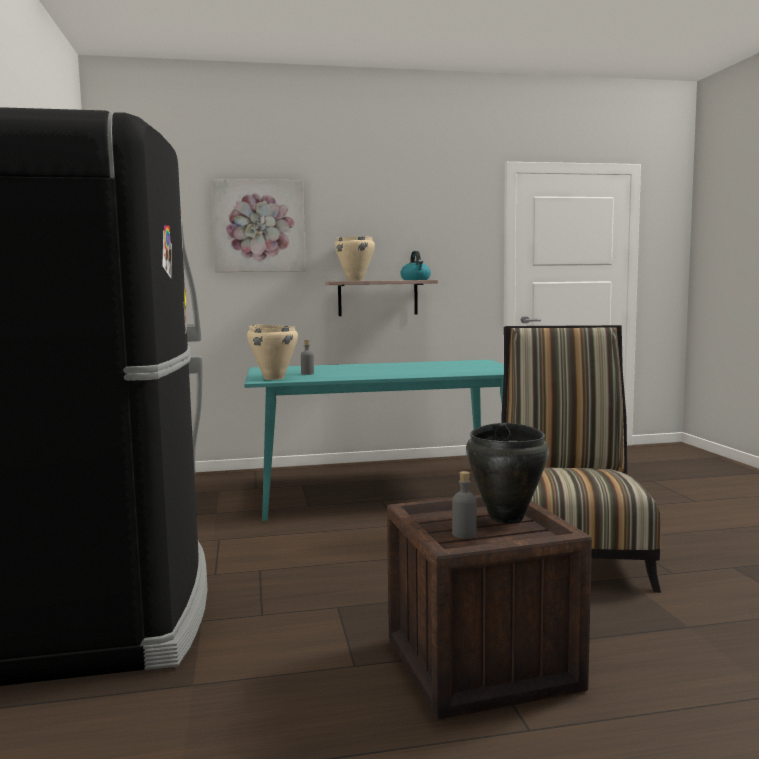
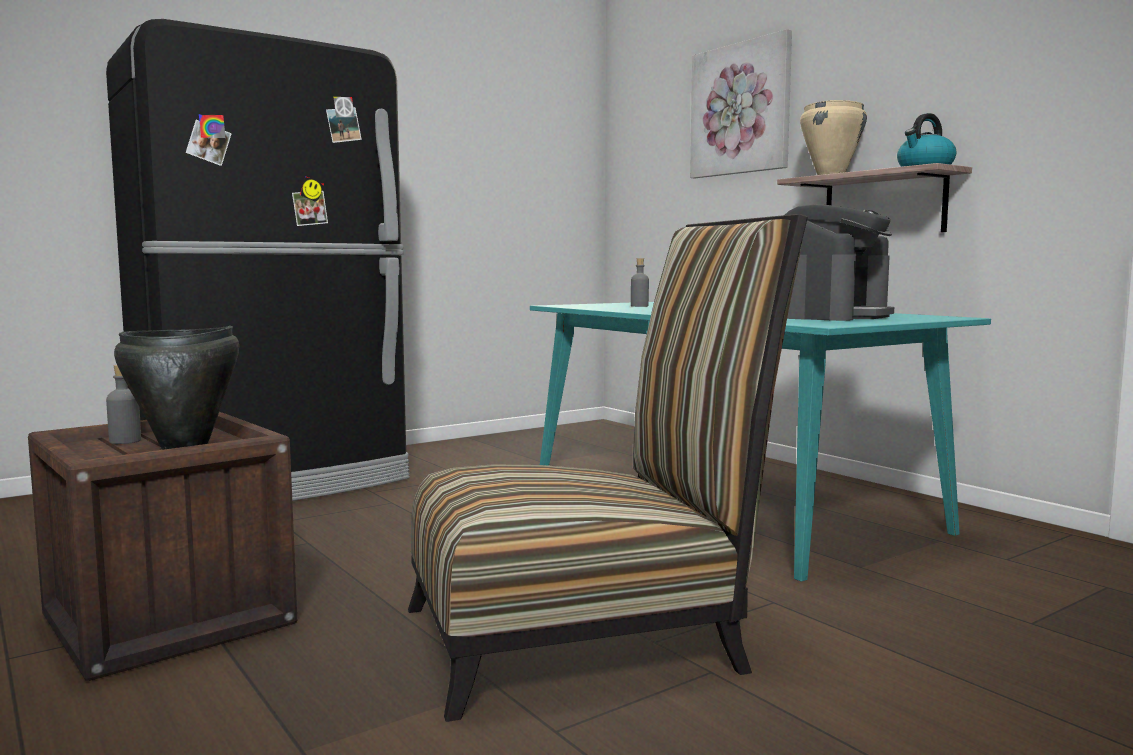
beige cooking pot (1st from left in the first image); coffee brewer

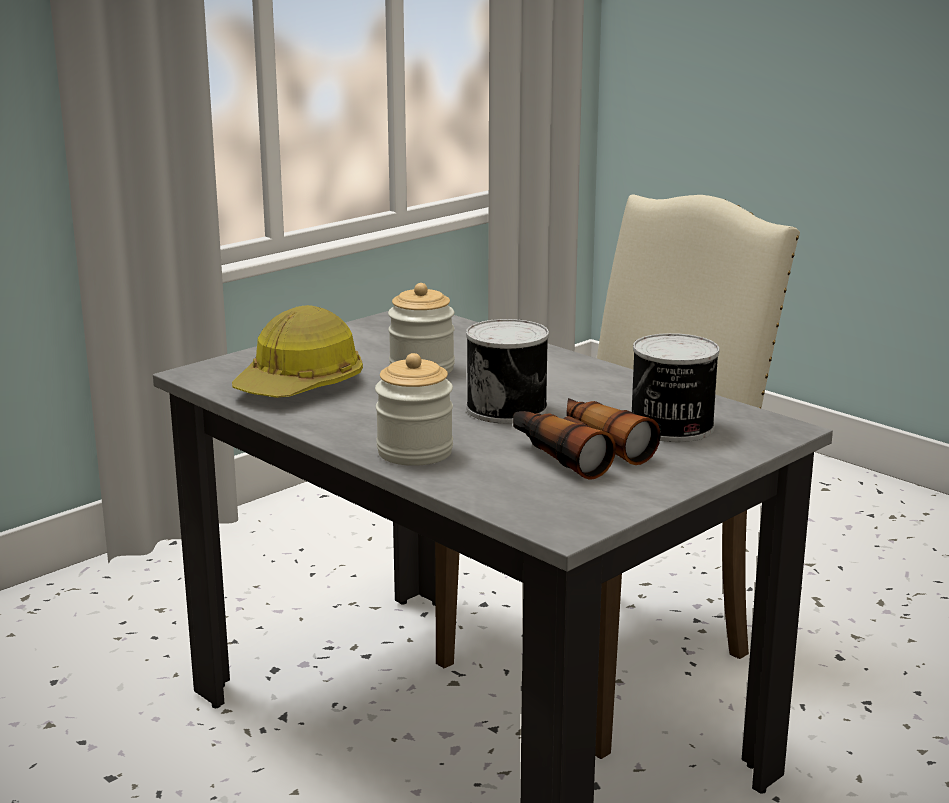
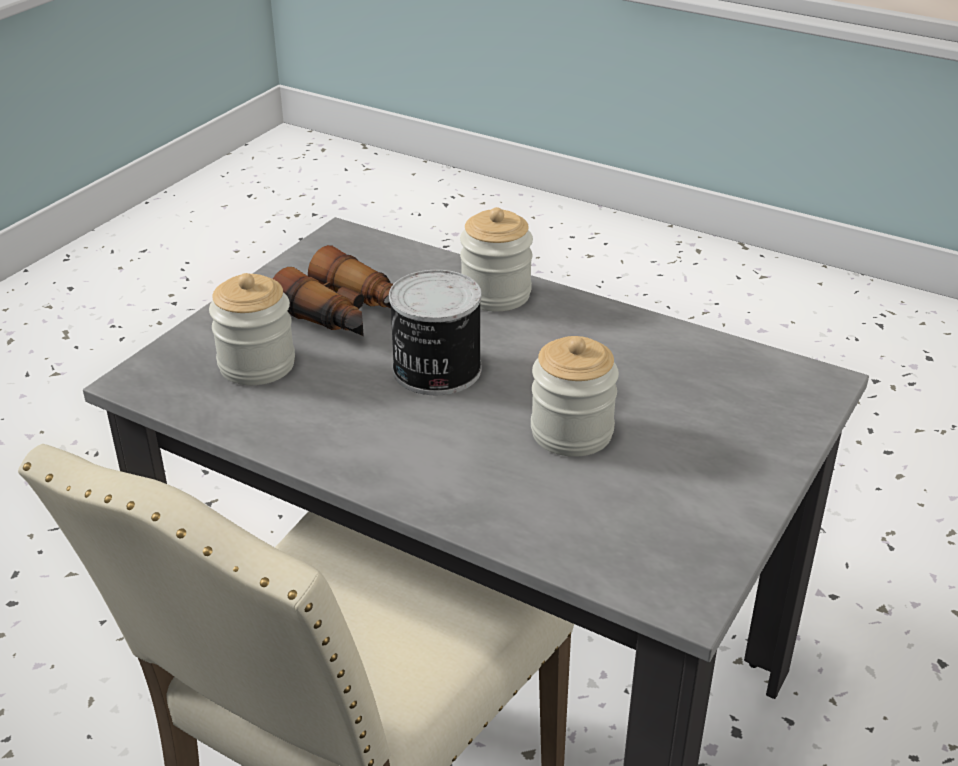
safety helmet; jar (1st from left)

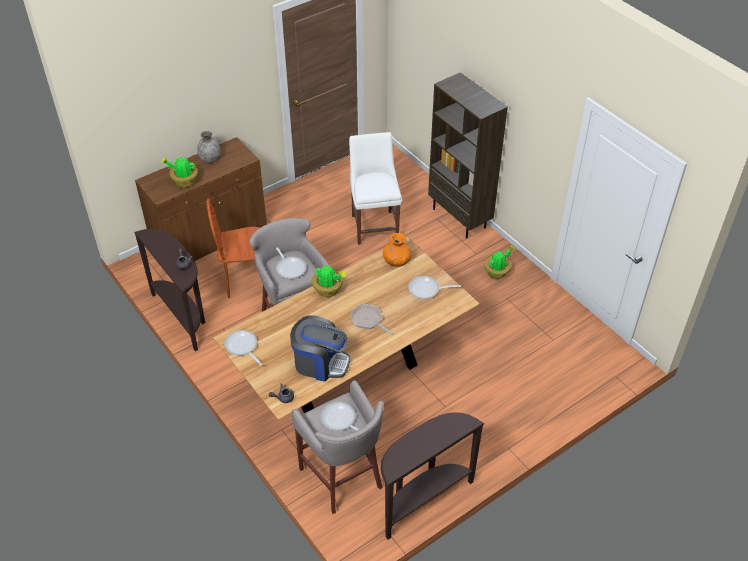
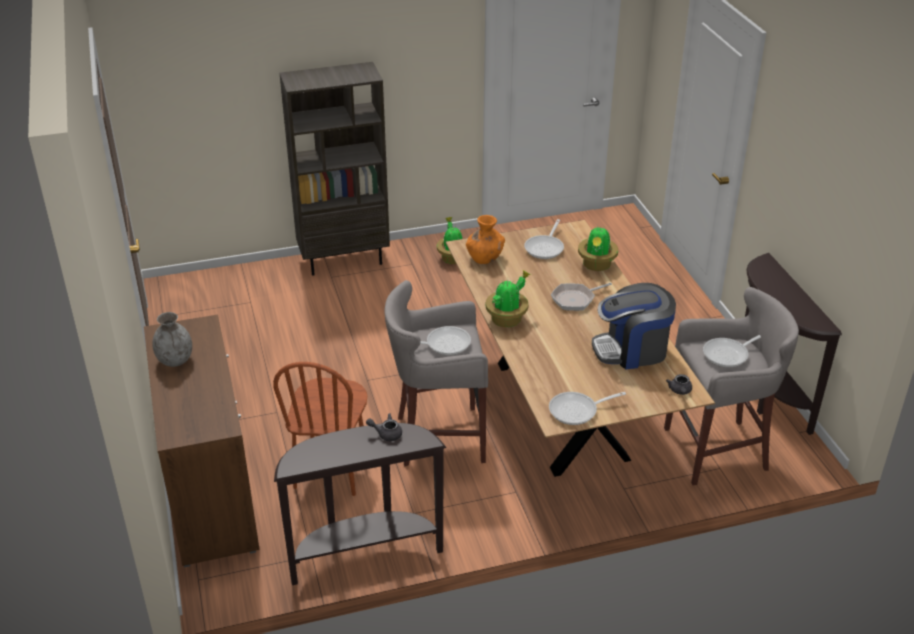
white plain chair; plant in a pot (3rd from left); coffee brewer

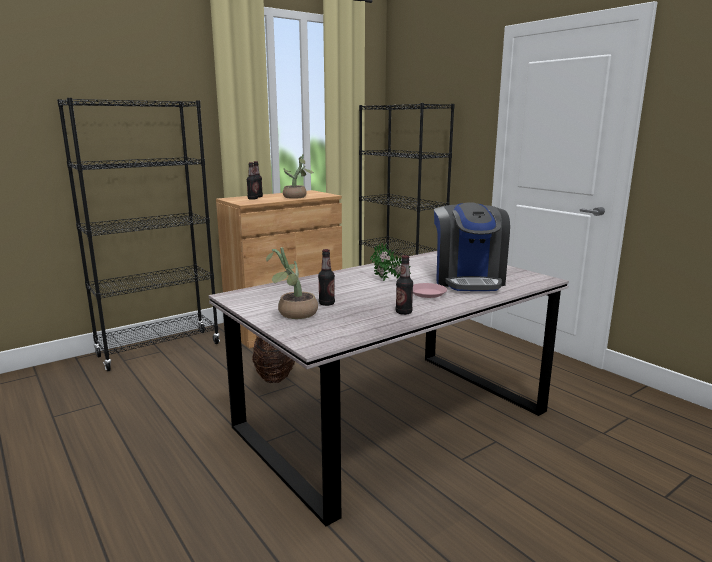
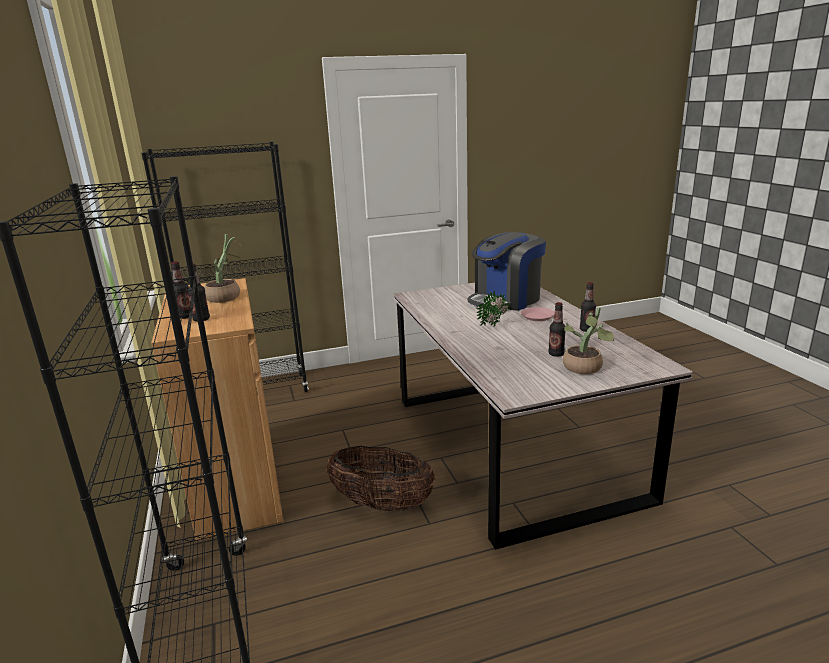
coffee brewer

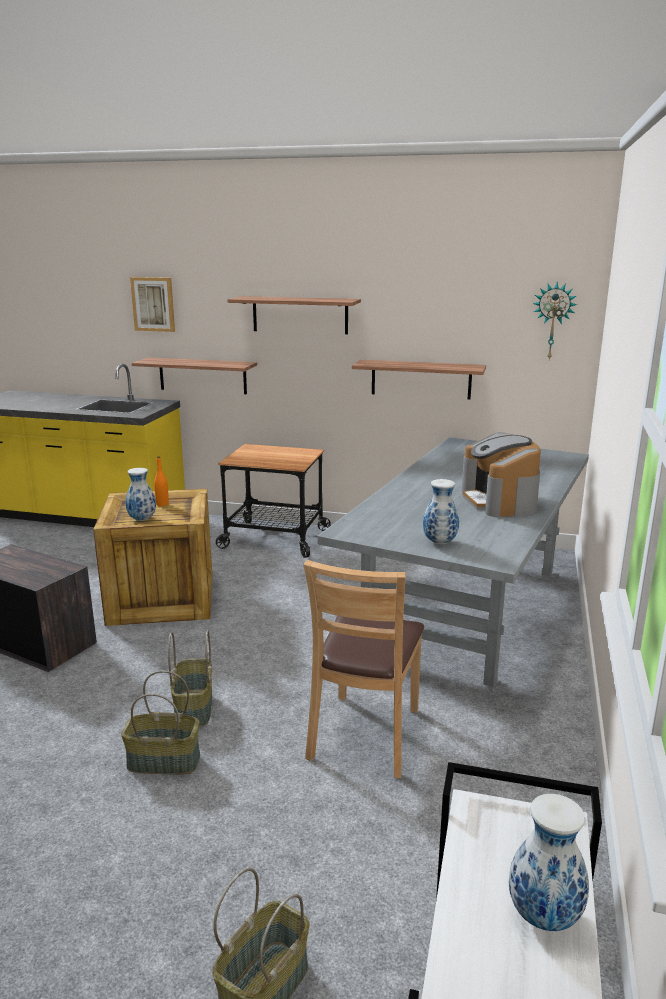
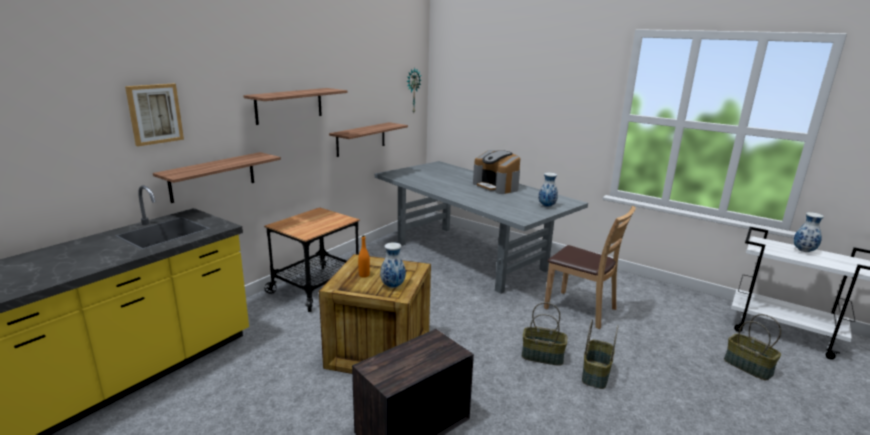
coffee brewer

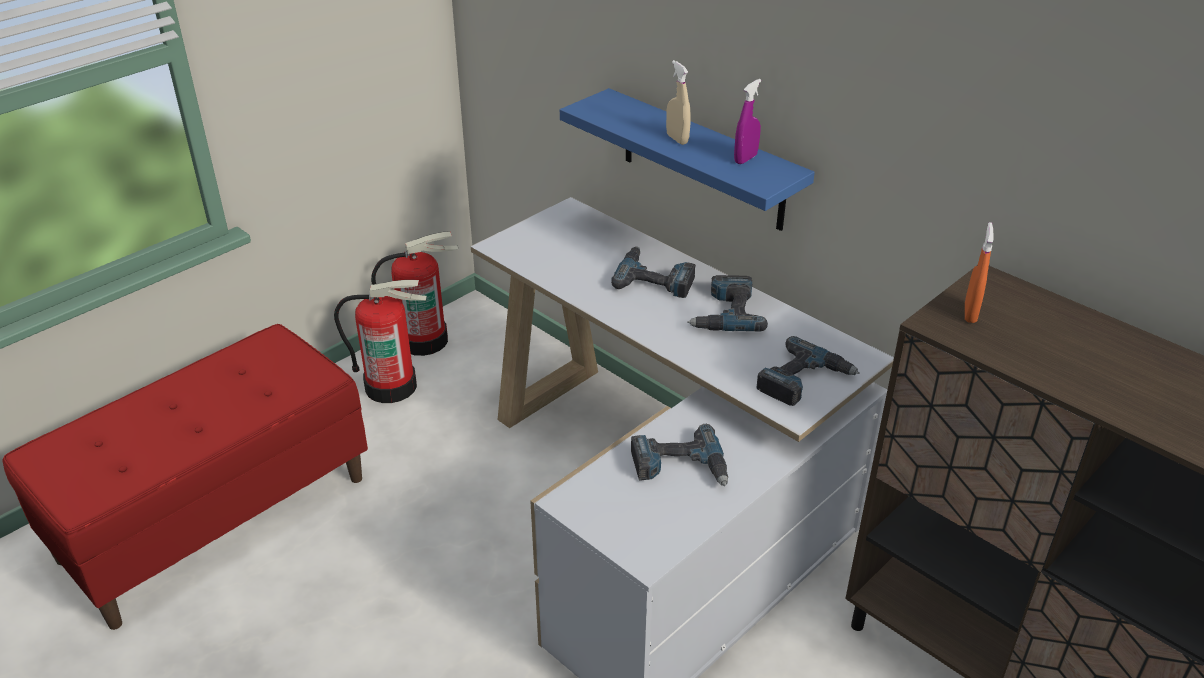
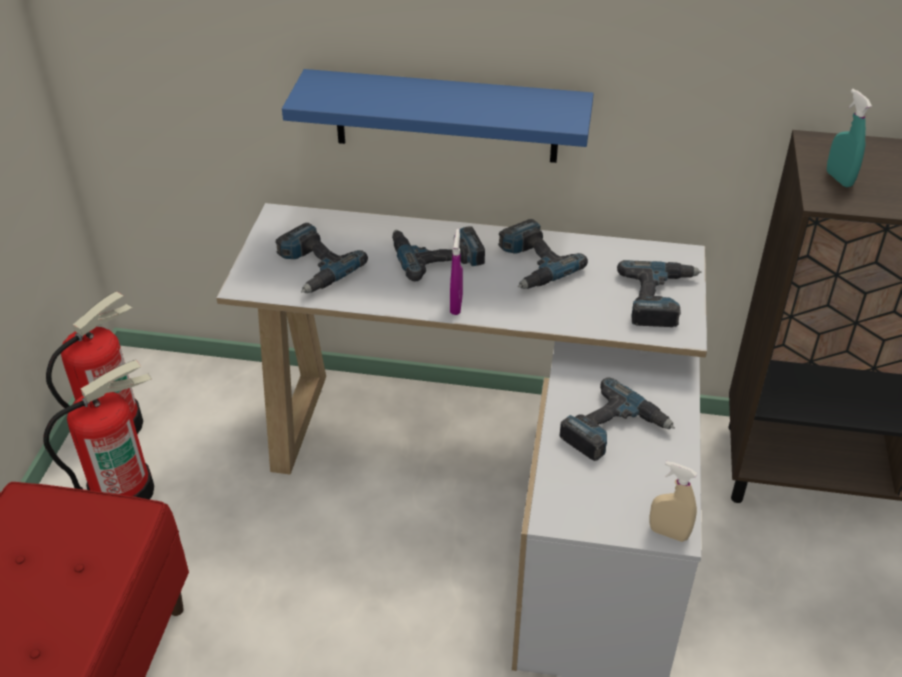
beige sprayer; purple sprayer; blue-green sprayer; electric drill (1st from left)

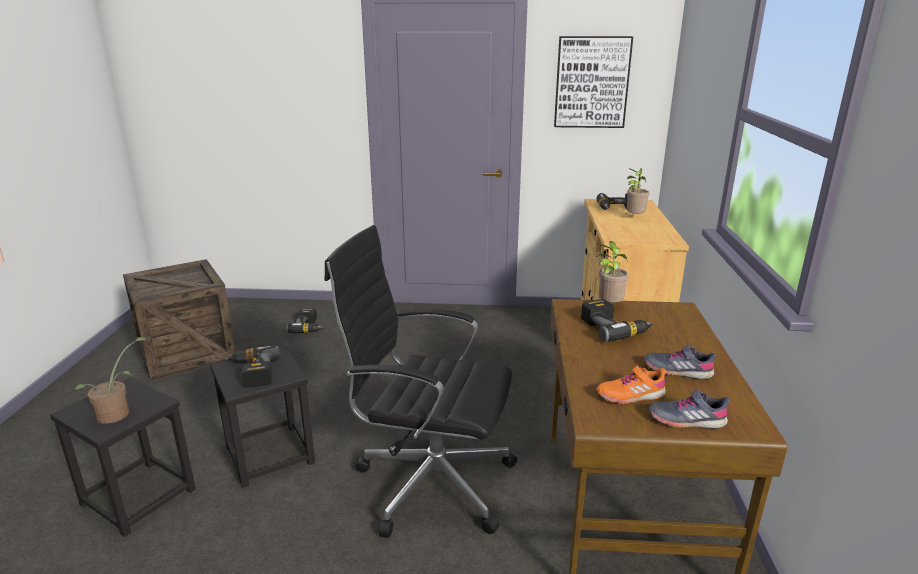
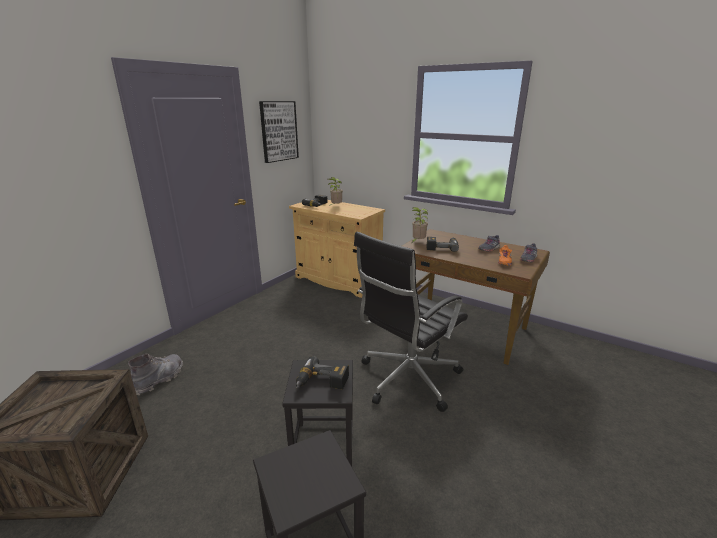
greyish high-top boot; plant in a pot (1st from left in the first image)

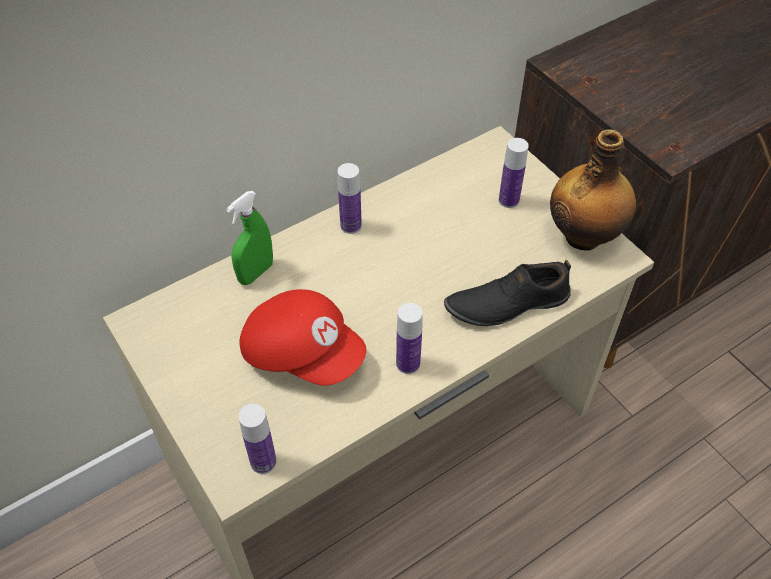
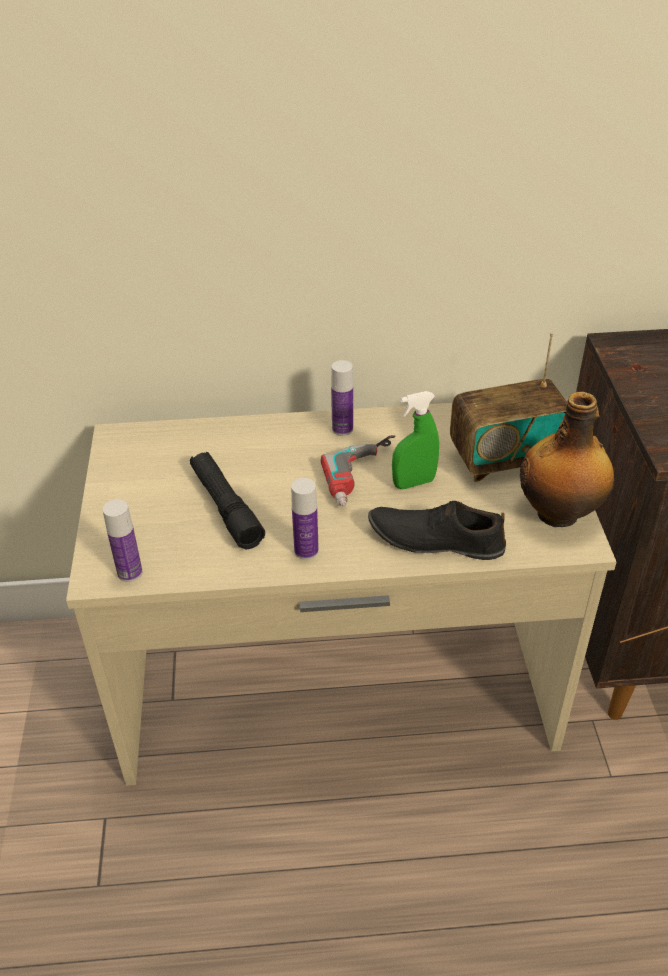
radio; green sprayer; black hand torch; electric drill

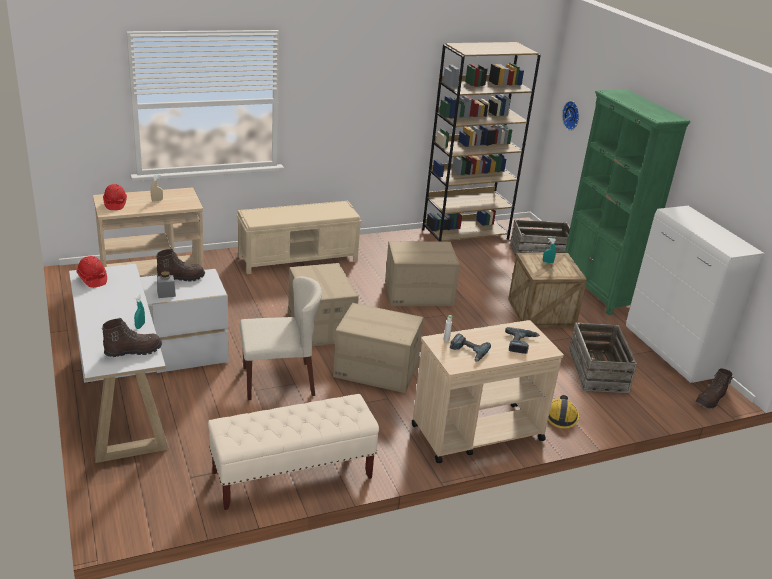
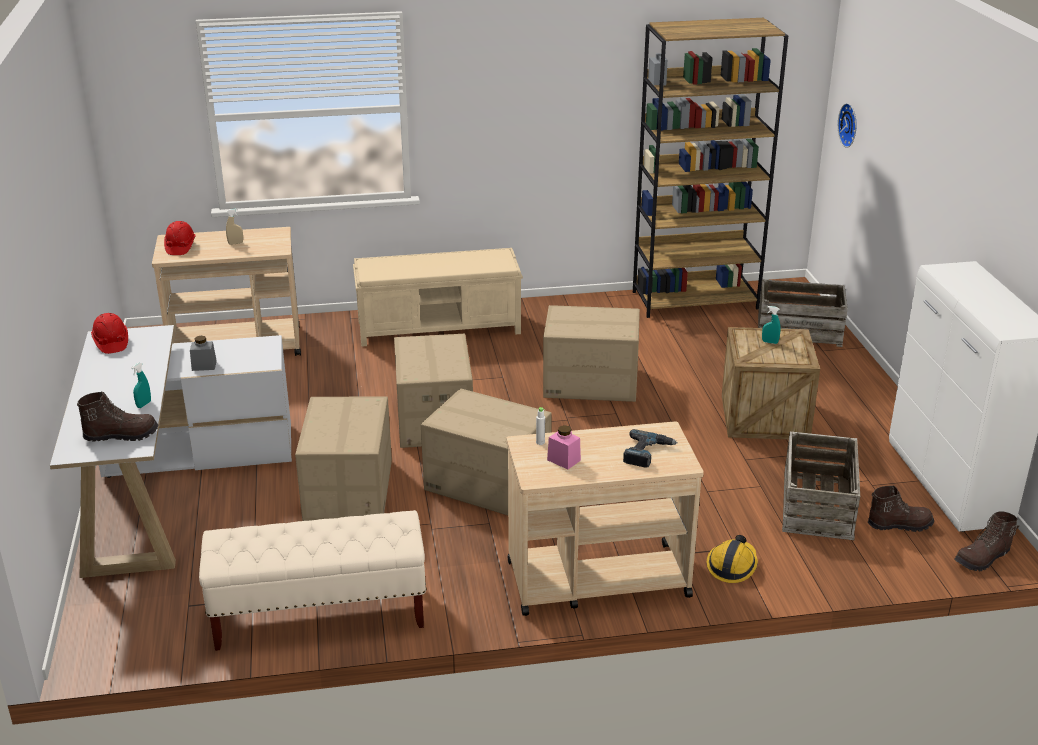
green bookshelf; brown-coloured high-top boot (2nd from left); packing box (1st from left); pink-coloured jar

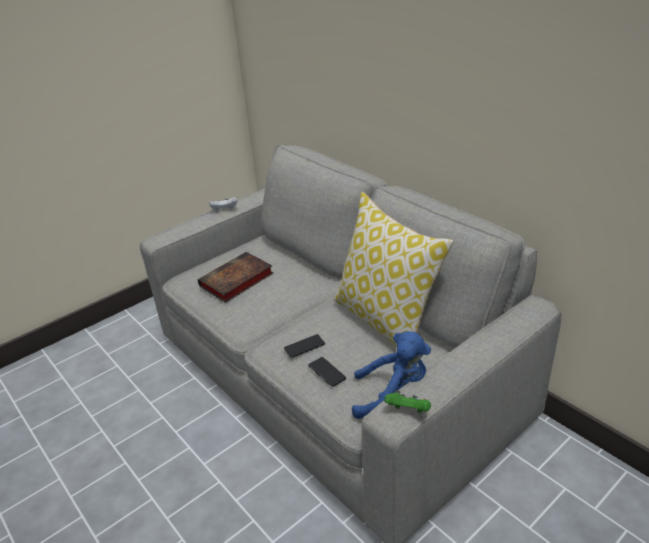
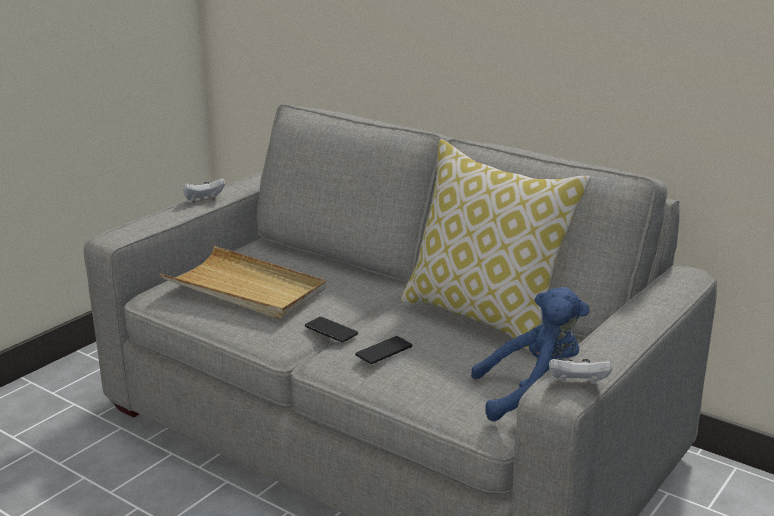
beige carrying tray; phone (1st from left); white game controller (2nd from left)

